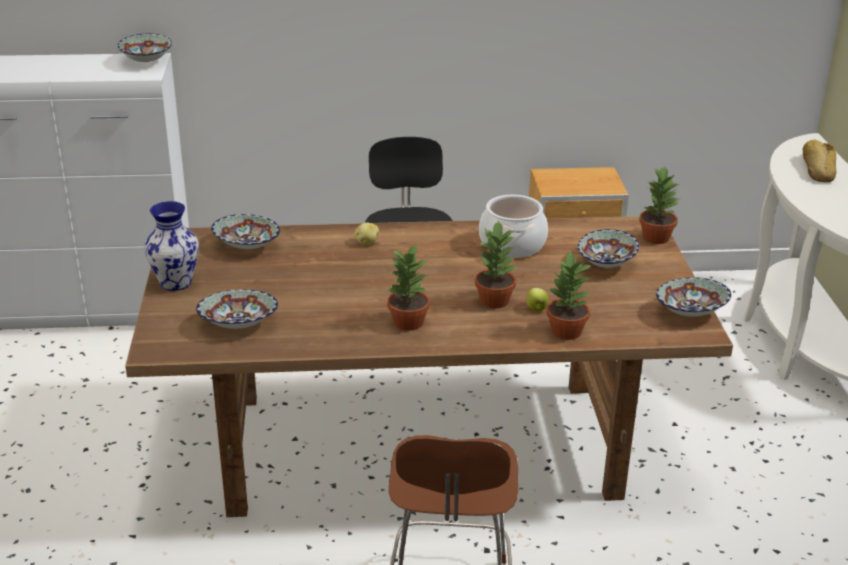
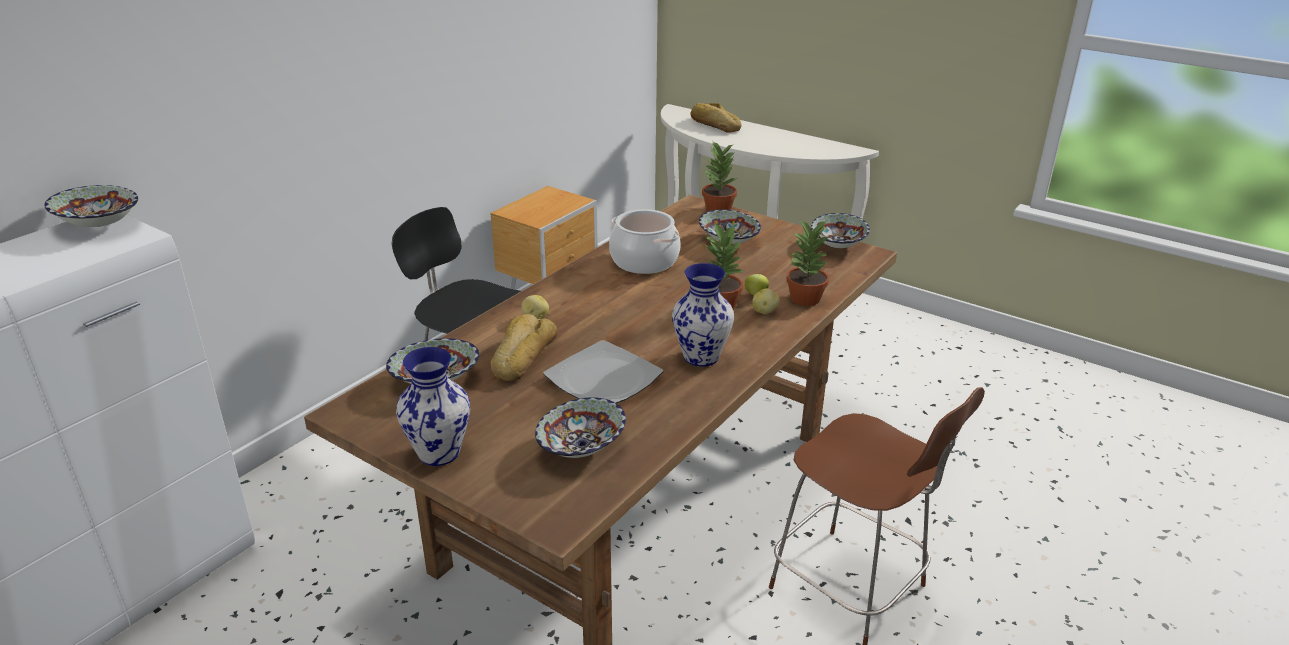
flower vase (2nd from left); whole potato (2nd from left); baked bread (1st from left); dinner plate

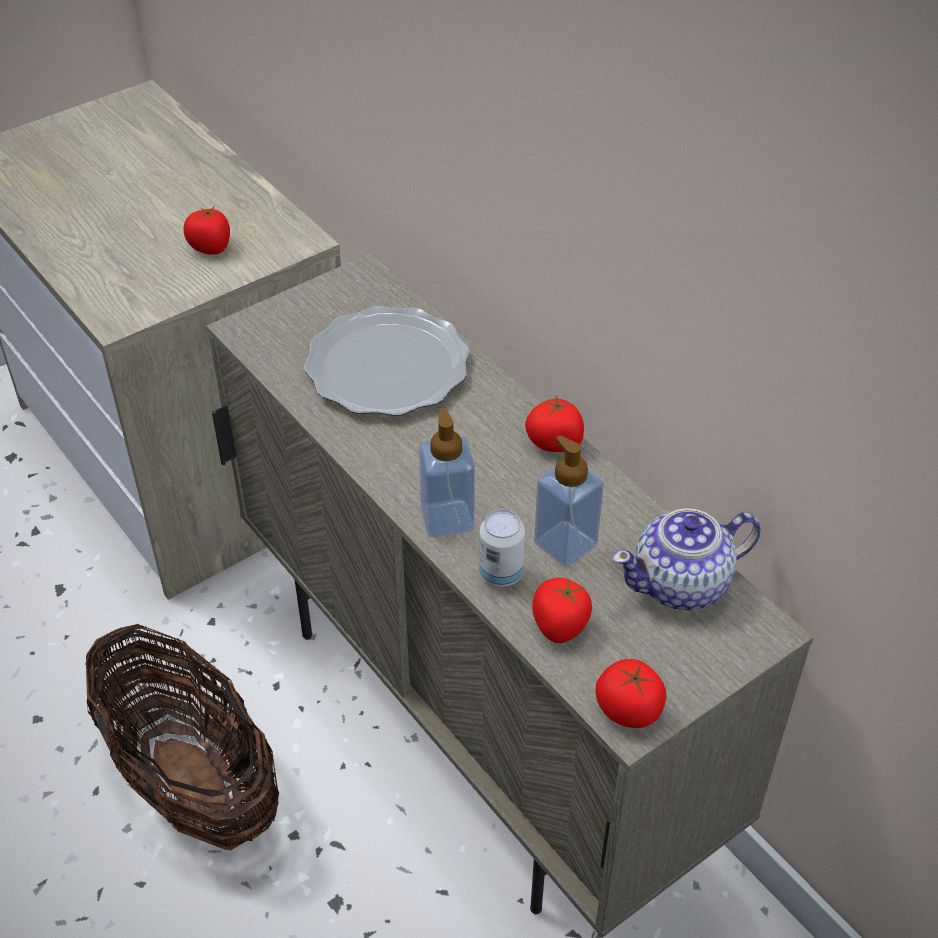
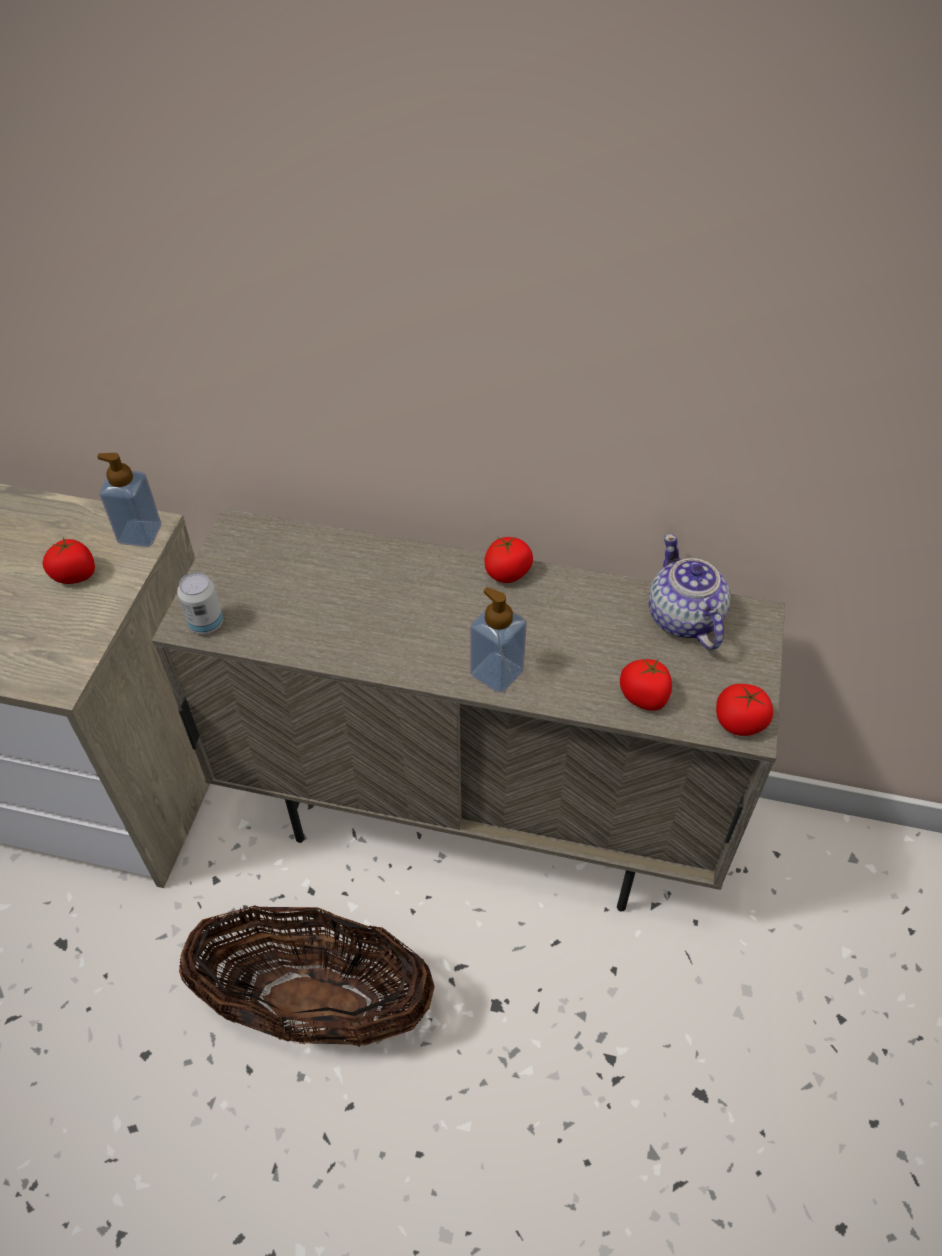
dinner plate; soap dispenser (1st from left); tea pot; metal can

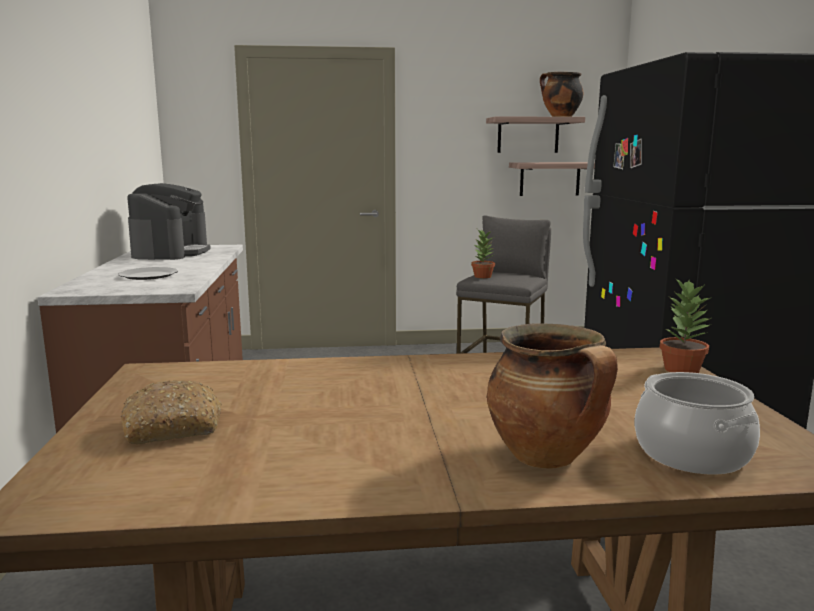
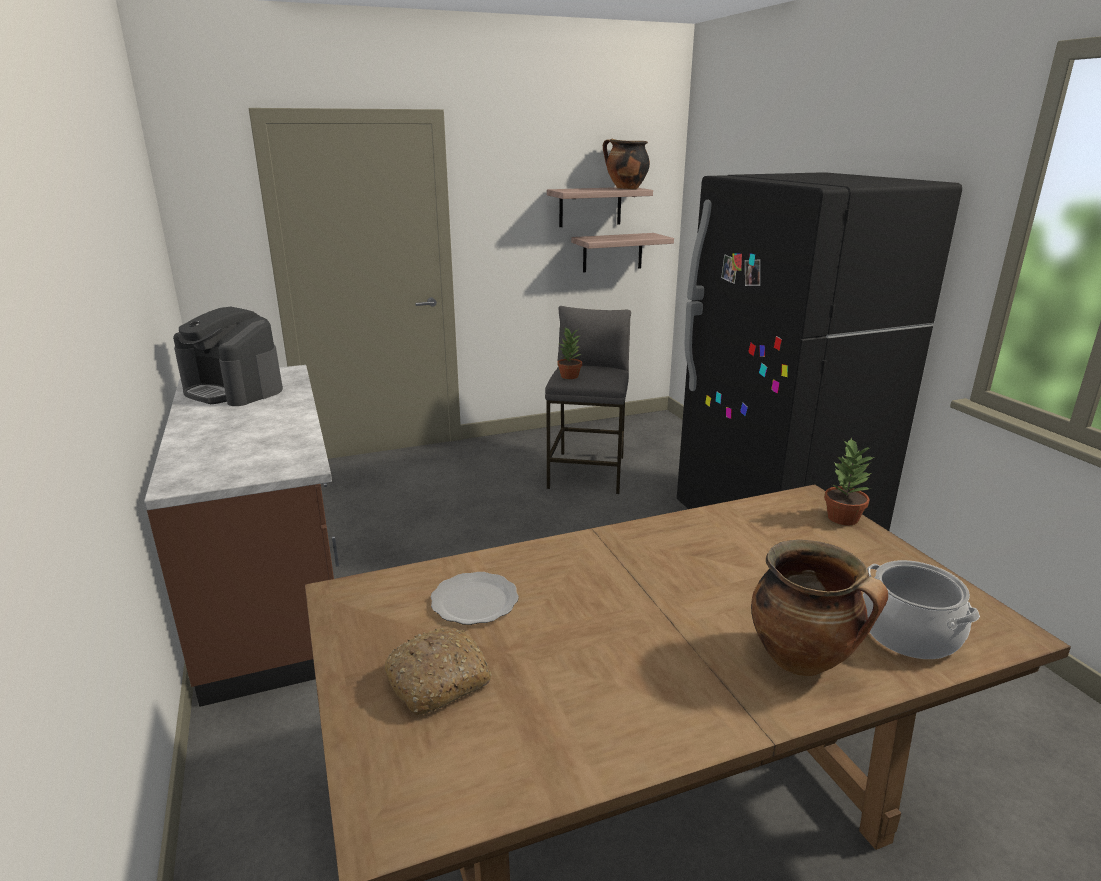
coffee brewer; dinner plate

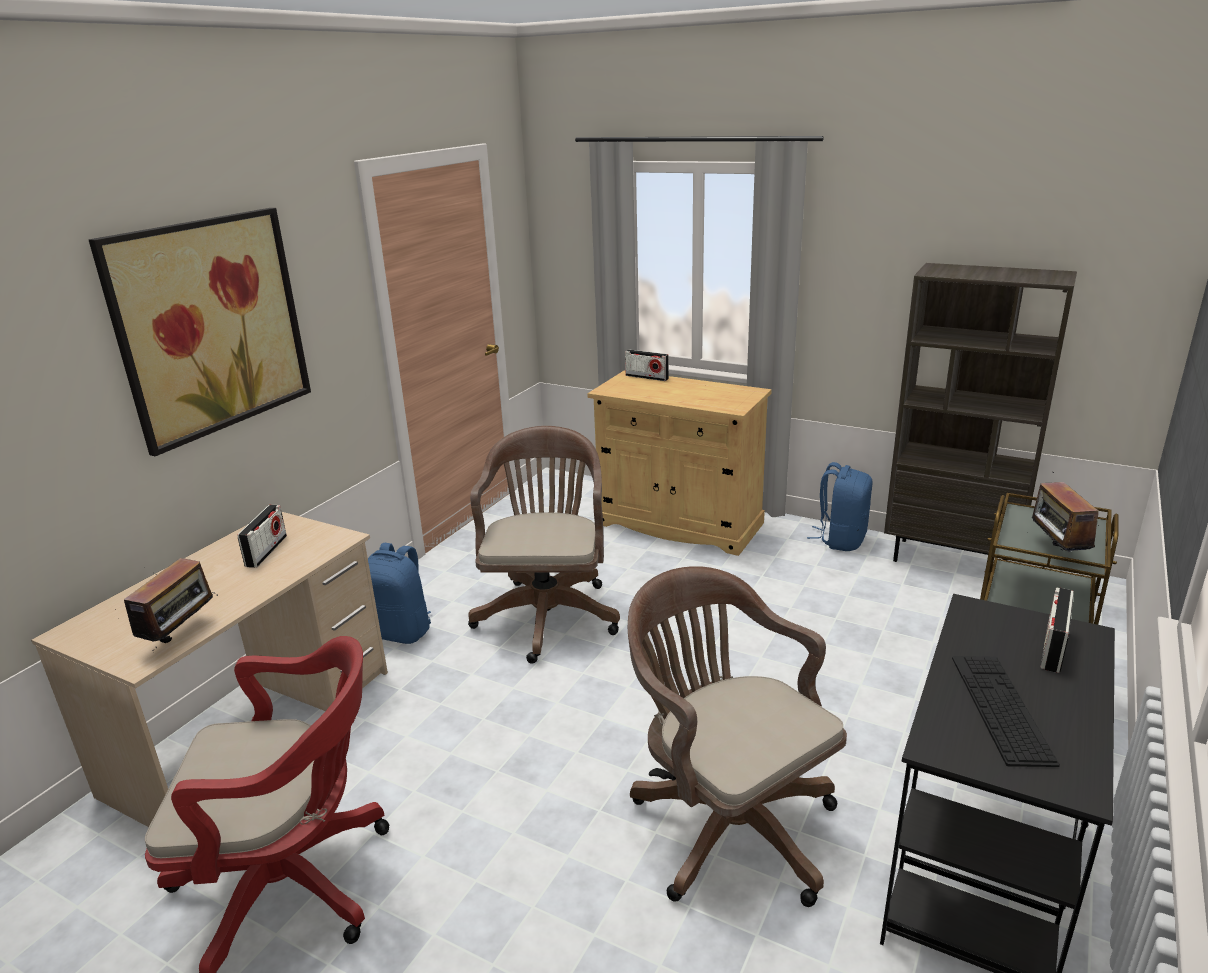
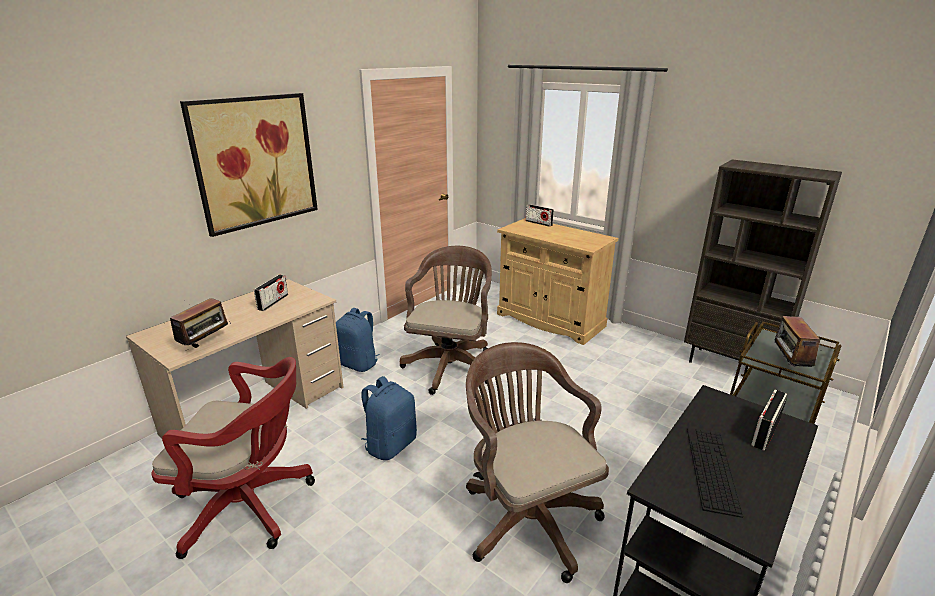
blue rucksack (2nd from left)

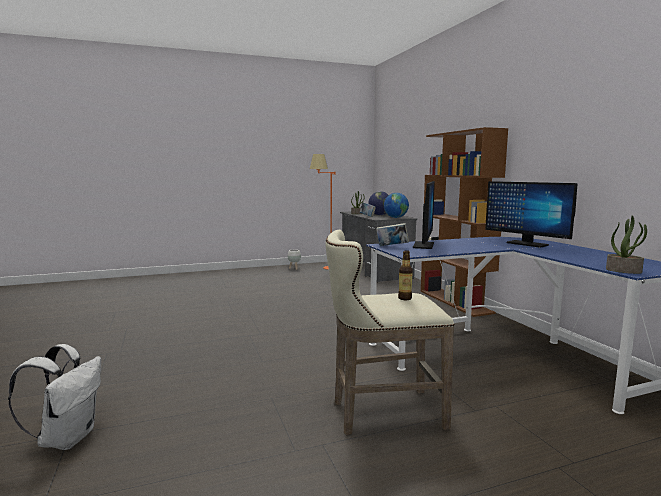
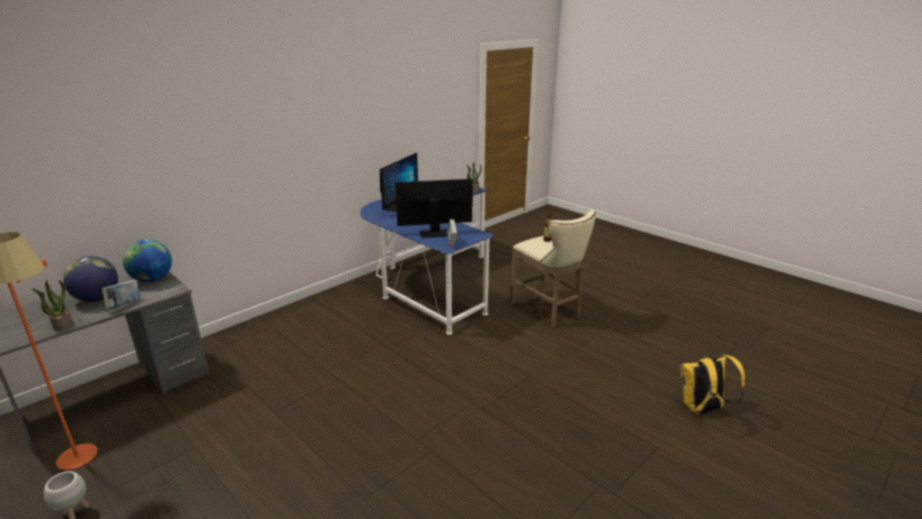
brown-coloured bookshelf; yellow rucksack

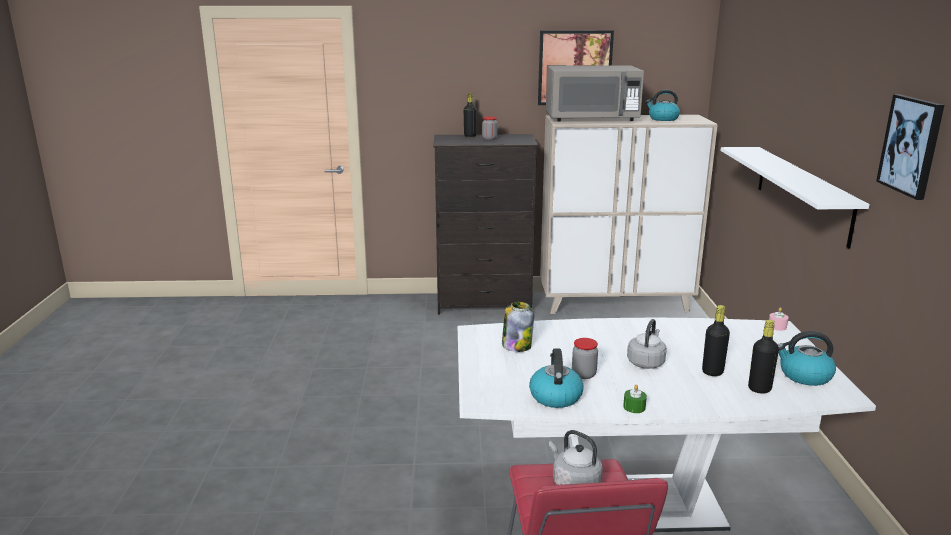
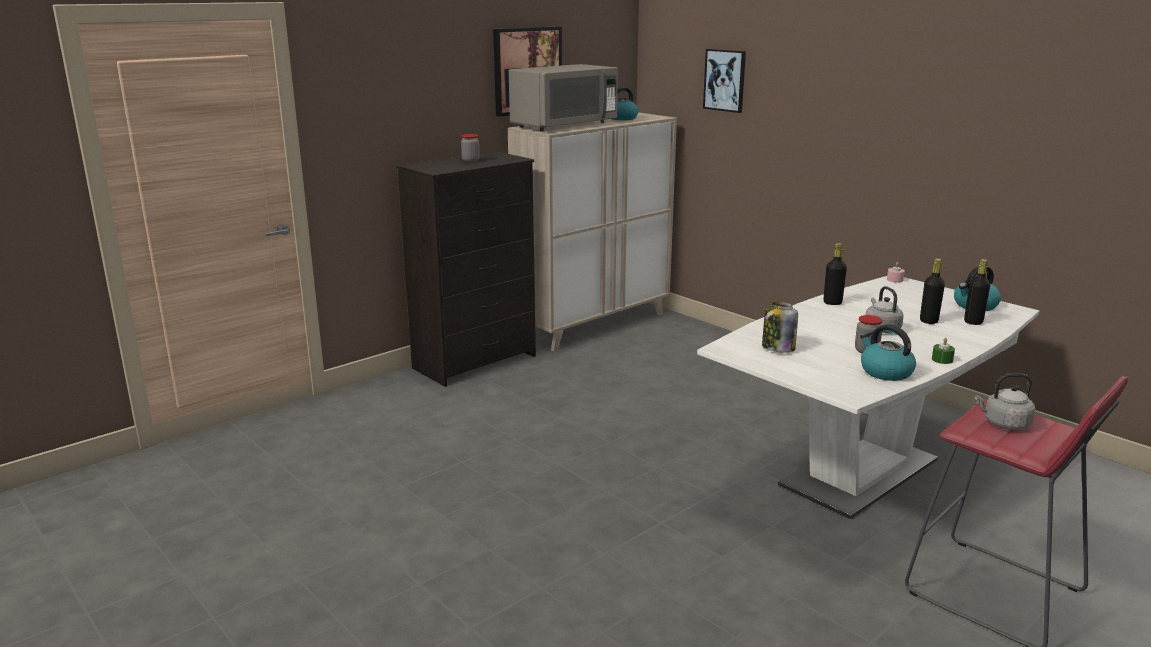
black beverage bottle (1st from left); wall art (2nd from left); white bracket shelf

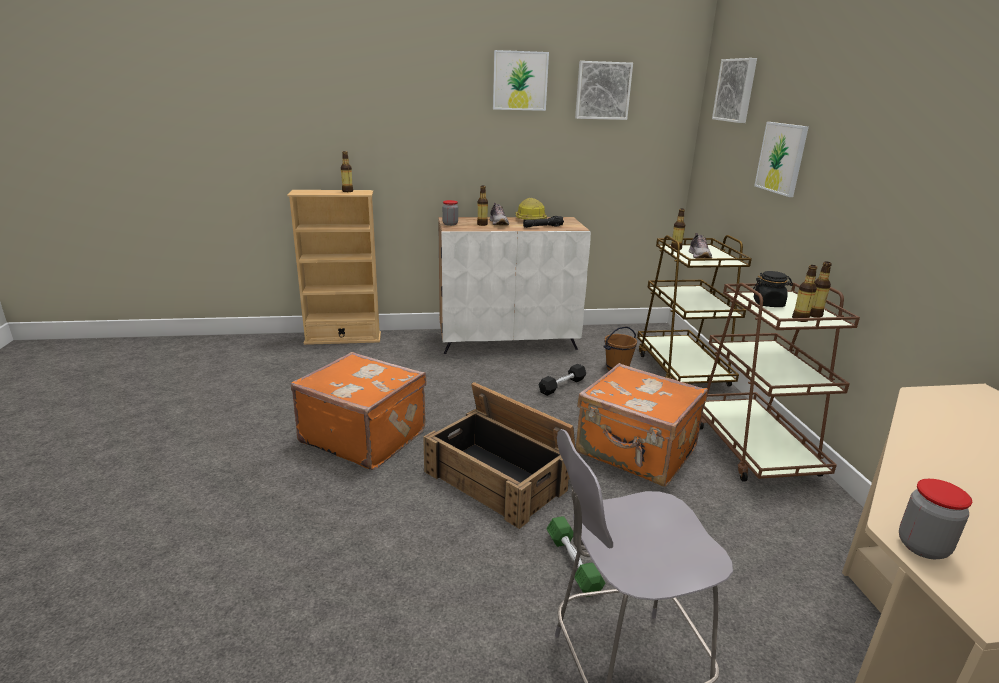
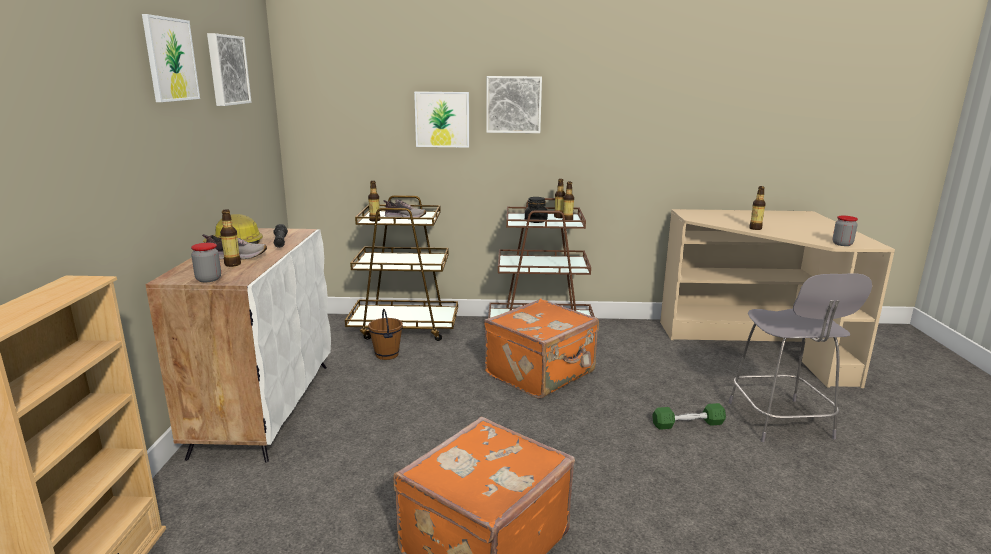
wall art (4th from left); beverage bottle (5th from left); black dumbbell; crate

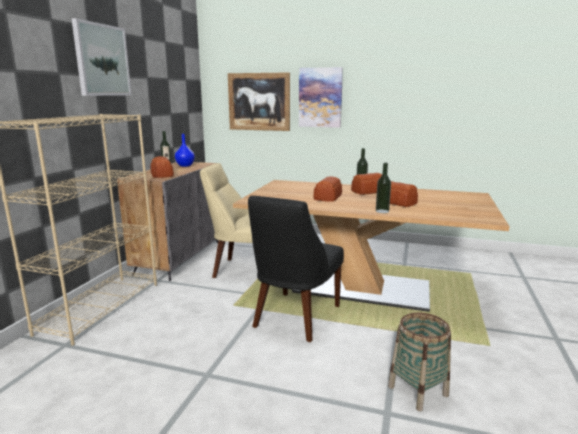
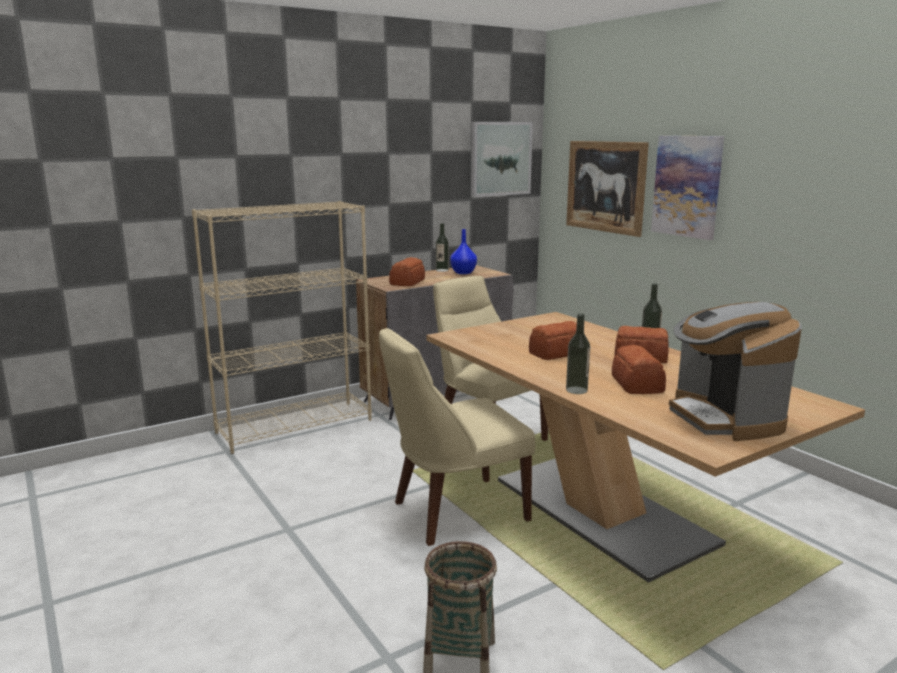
wall art (1st from left); beige plain chair (1st from left); coffee brewer

